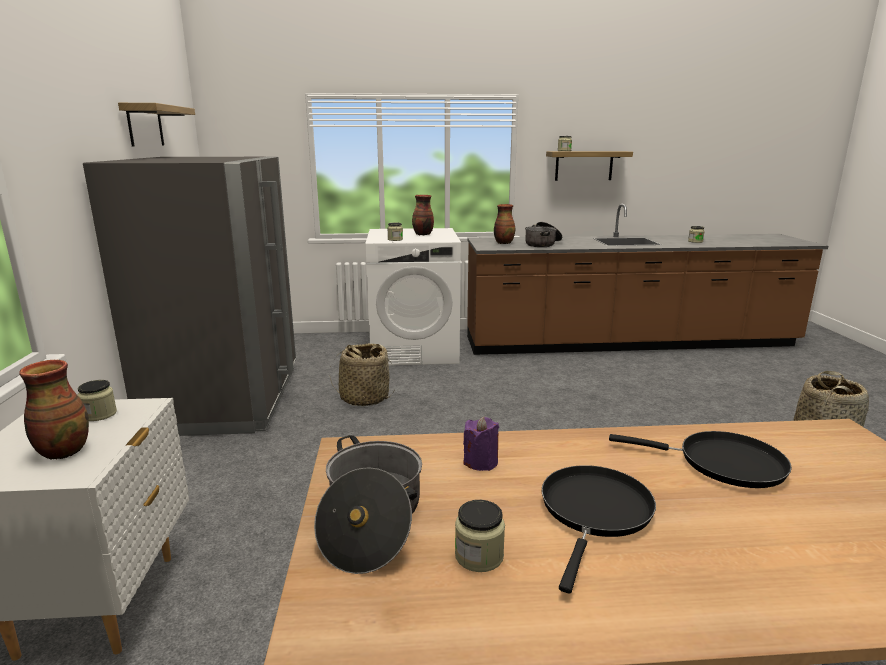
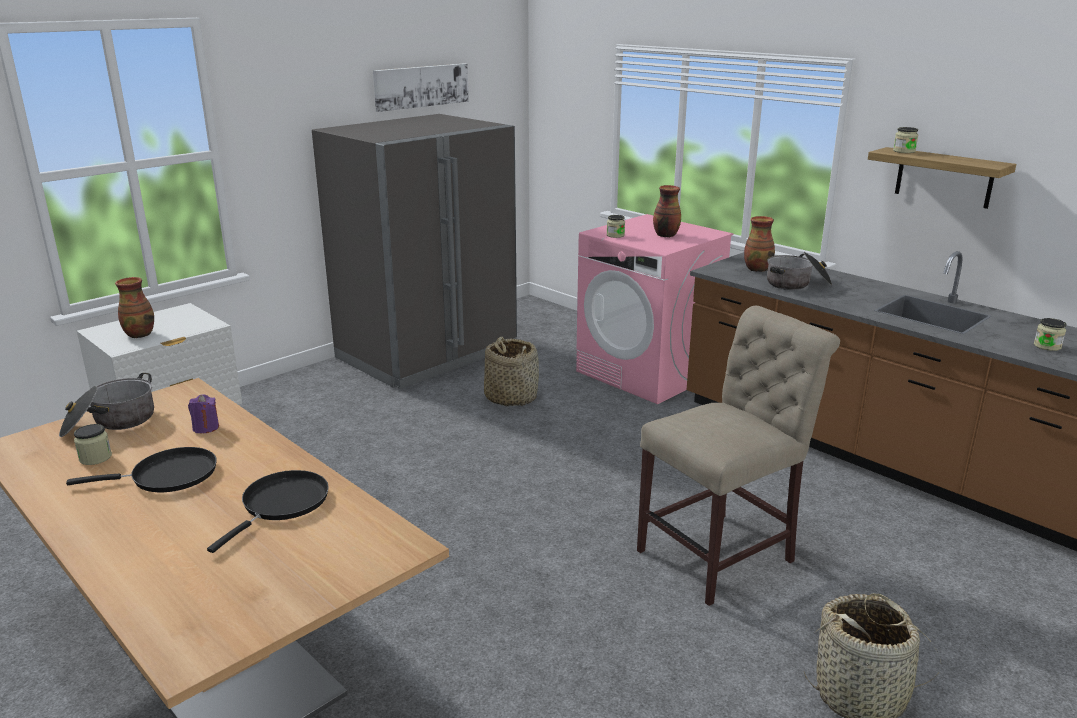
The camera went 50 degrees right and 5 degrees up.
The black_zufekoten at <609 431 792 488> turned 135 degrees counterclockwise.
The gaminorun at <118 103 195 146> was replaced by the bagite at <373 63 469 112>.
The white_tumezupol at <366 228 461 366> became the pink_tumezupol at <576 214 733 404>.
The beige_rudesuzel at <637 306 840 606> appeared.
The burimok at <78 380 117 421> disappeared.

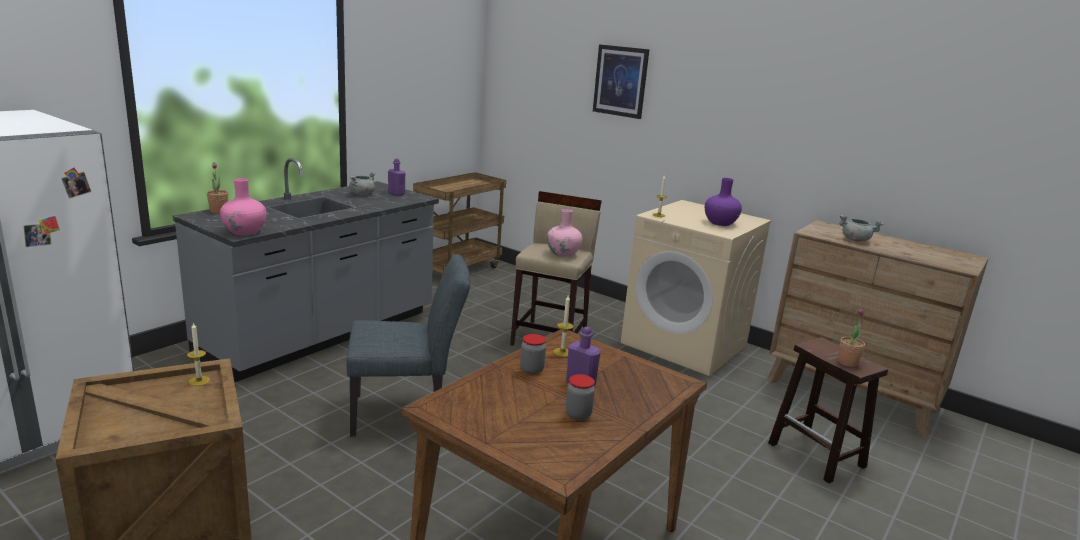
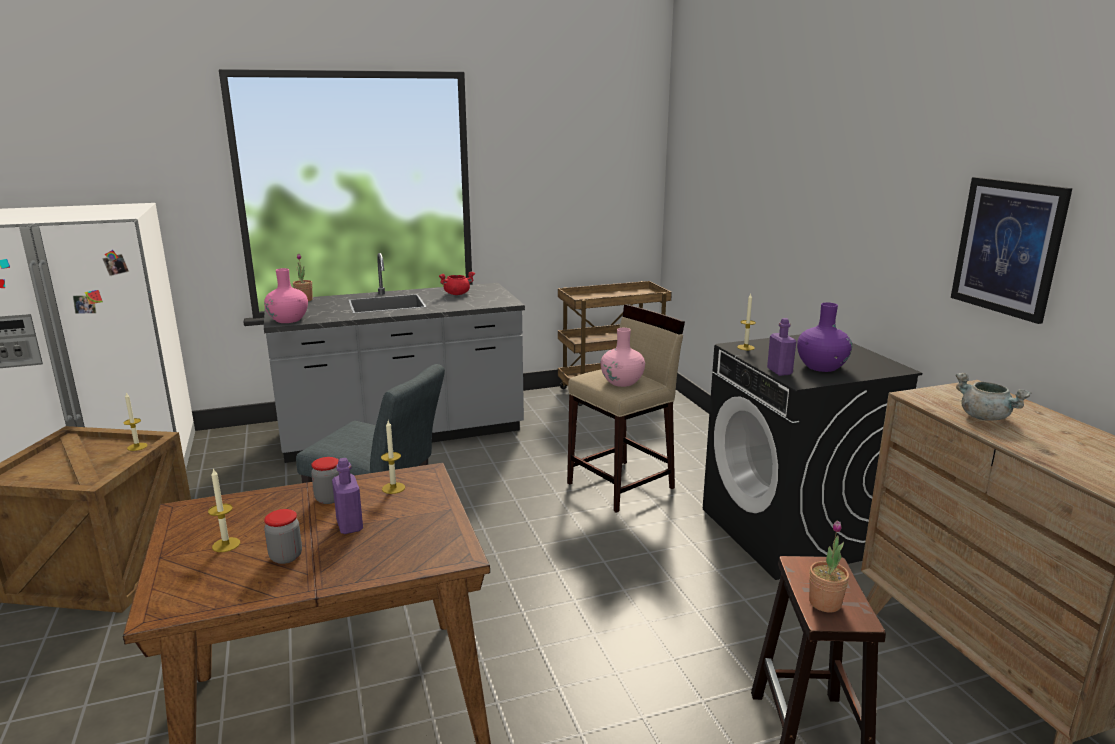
The camera went 35 degrees right and 0 degrees up.
The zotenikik at <208 468 240 552> appeared.
The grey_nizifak at <349 172 376 195> became the red_nizifak at <439 272 475 295>.
The beige_tumezupol at <621 200 772 376> became the black_tumezupol at <703 334 922 580>.
The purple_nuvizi moved from <388 158 405 196> to <767 318 796 376>.
The bagite moved from <593 44 649 119> to <951 177 1073 324>.

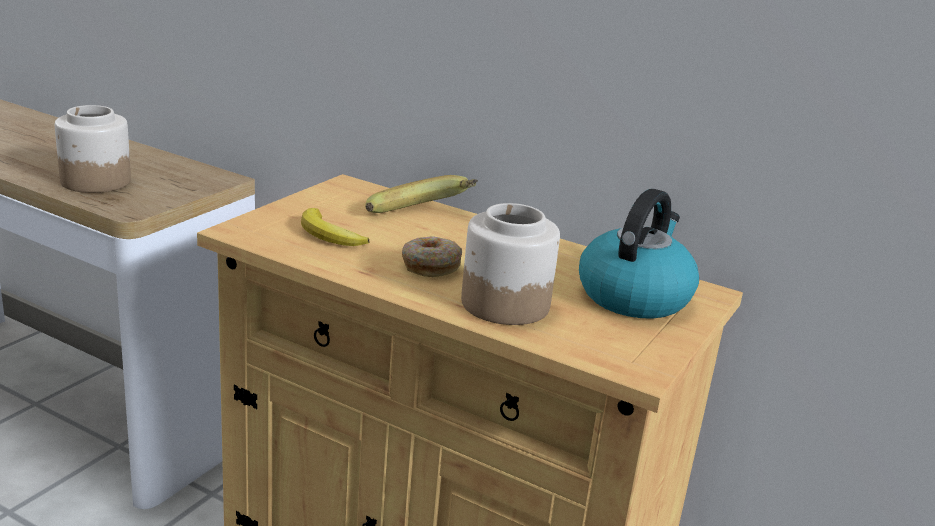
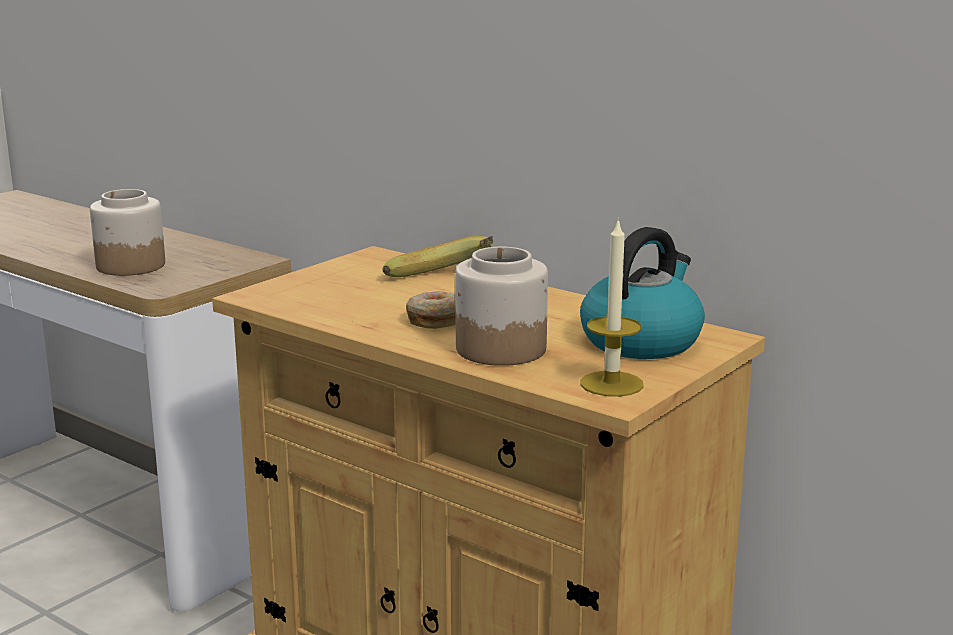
The camera went 10 degrees right and 5 degrees down.
The zotenikik at <580 218 644 397> appeared.
The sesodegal at <301 208 369 246> disappeared.

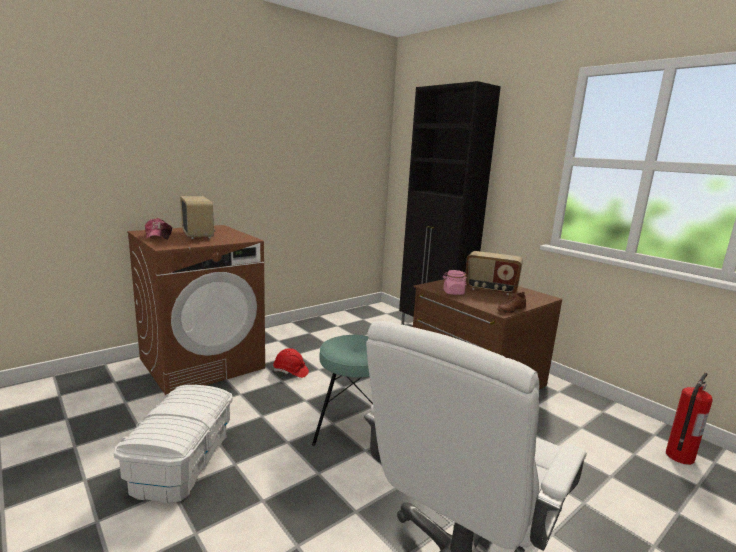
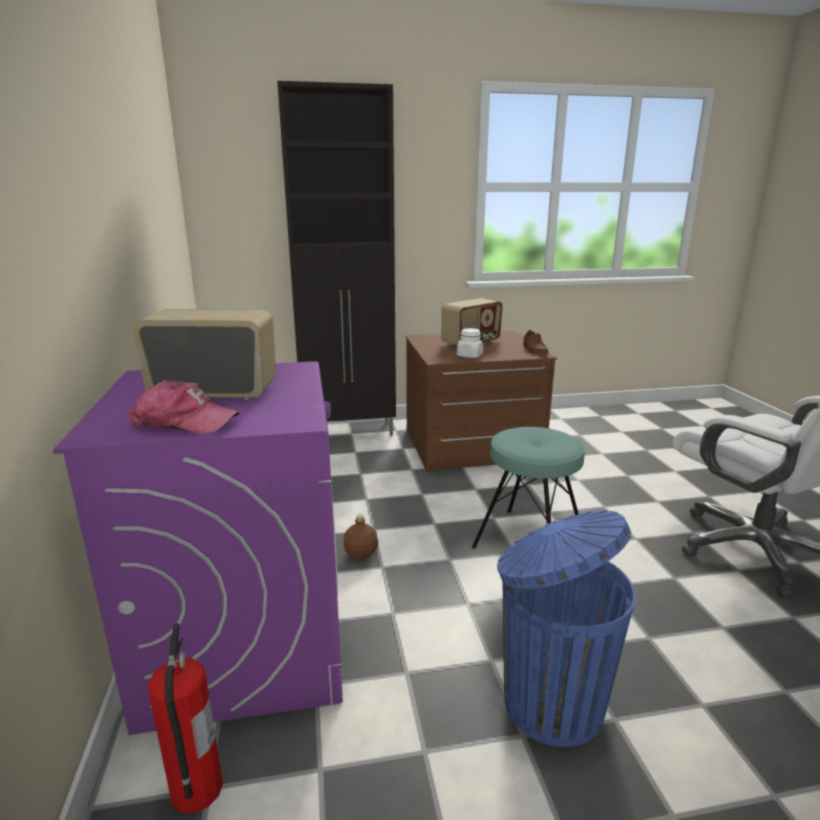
The camera went 60 degrees left and 5 degrees up.
The brown_tumezupol at <127 225 265 397> became the purple_tumezupol at <53 361 343 735>.
The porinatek moved from <666 373 713 465> to <148 623 223 813>.
The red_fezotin at <273 348 309 378> was replaced by the brown_nuvizi at <344 514 378 559>.
The pink_burimok at <443 270 467 295> became the white_burimok at <457 328 483 358>.
The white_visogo at <114 385 233 503> was replaced by the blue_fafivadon at <497 510 636 747>.

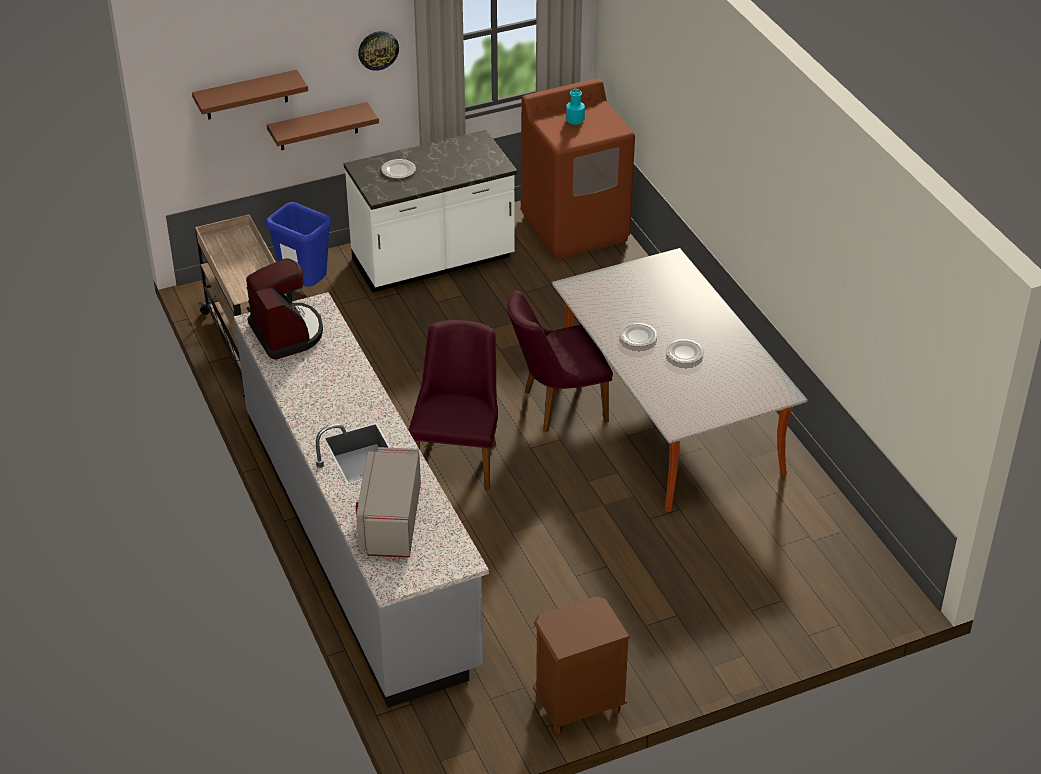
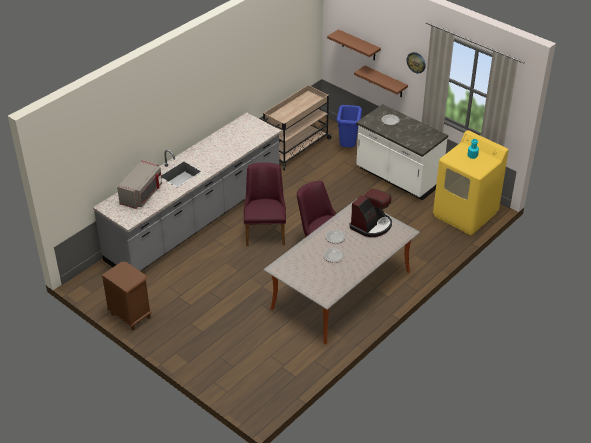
The camera went 65 degrees right and 0 degrees up.
The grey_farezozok at <356 447 421 558> turned 135 degrees clockwise.
The purple_rudesuzel at <409 320 498 490> turned 75 degrees counterclockwise.
The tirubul moved from <246 258 323 360> to <349 189 392 237>.
The brown_tumezupol at <521 78 635 259> became the yellow_tumezupol at <433 130 509 235>.

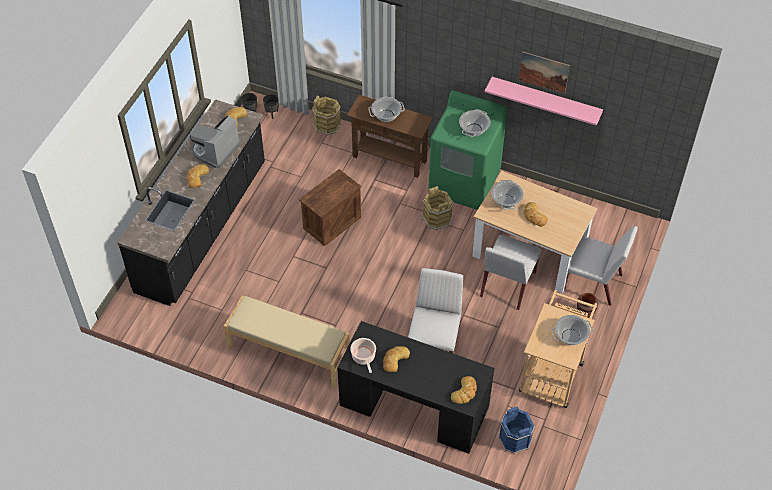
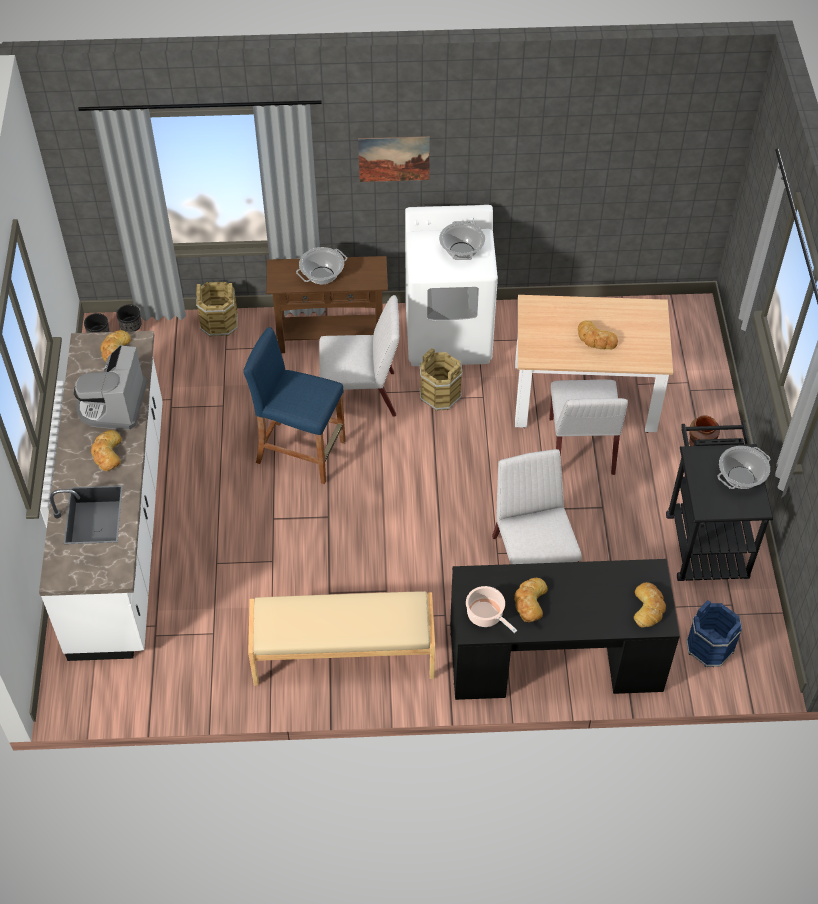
The camera went 25 degrees left and 0 degrees up.
The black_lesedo at <117 99 265 306> became the white_lesedo at <39 331 163 661>.
The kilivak at <299 169 361 246> was replaced by the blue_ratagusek at <243 327 345 484>.
The white_rudesuzel moved from <564 226 638 306> to <319 295 399 416>.
The bagite moved from <519 51 570 94> to <358 136 430 182>.
The green_tumezupol at <428 90 507 210> became the white_tumezupol at <405 205 498 366>.
The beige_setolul at <519 290 597 408> became the black_setolul at <666 422 773 581>.
The pink_gaminorun at <485 77 603 126> disappeared.
The nizifak at <491 180 524 209> disappeared.

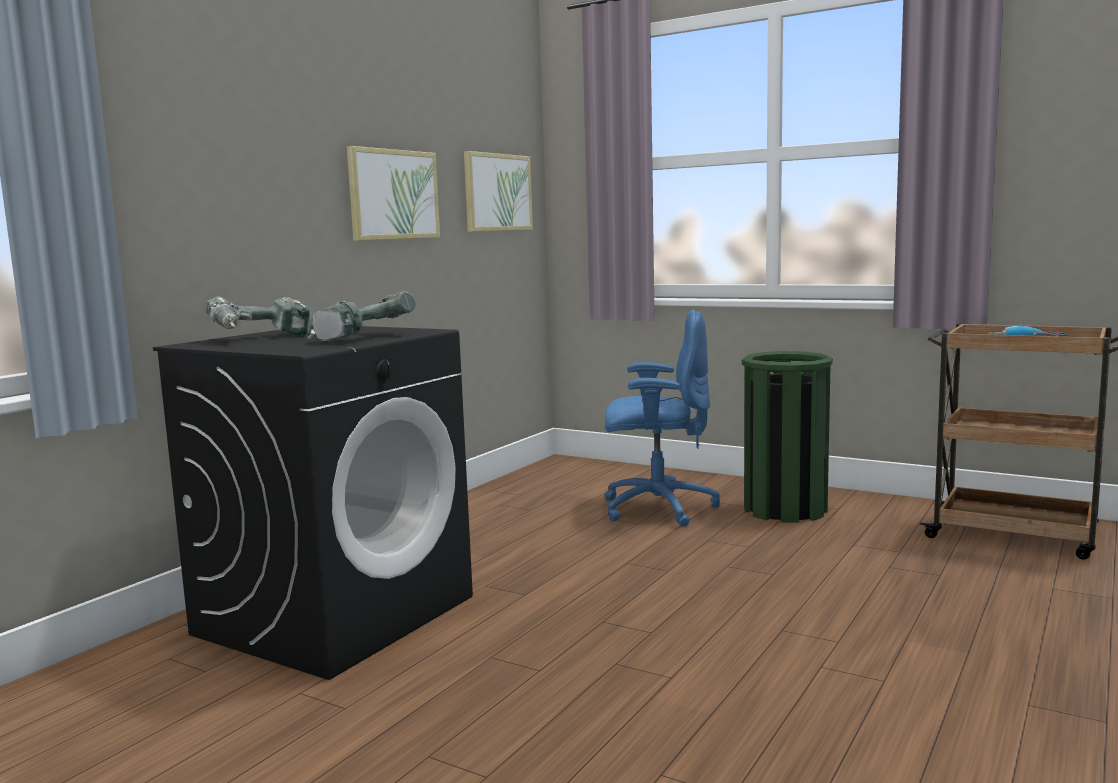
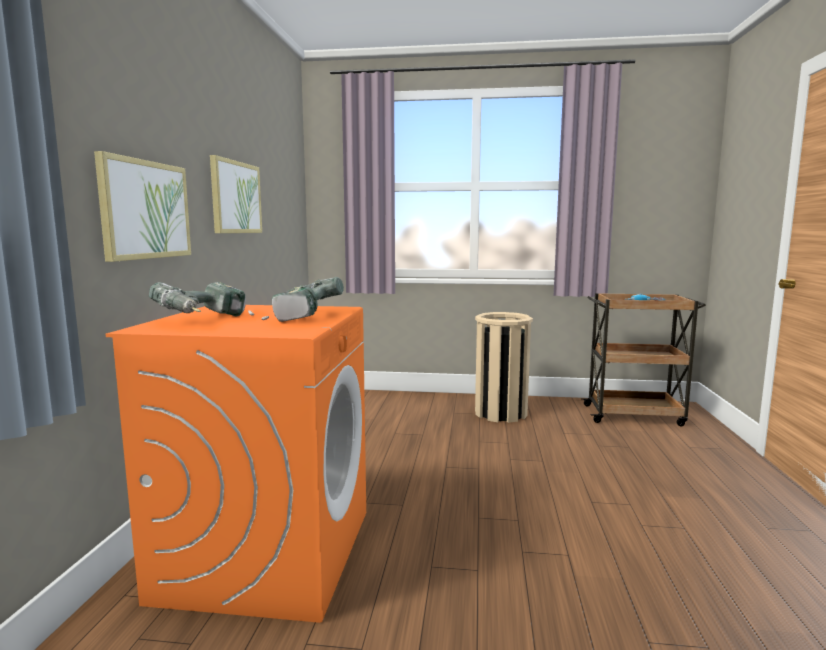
The camera went 25 degrees left and 0 degrees up.
The bagite moved from <464 151 533 232> to <94 151 191 262>.
The black_tumezupol at <153 325 473 680> became the orange_tumezupol at <106 305 366 623>.
The green_fafivadon at <742 351 833 523> became the beige_fafivadon at <475 312 533 423>.
The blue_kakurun at <605 310 720 527> disappeared.

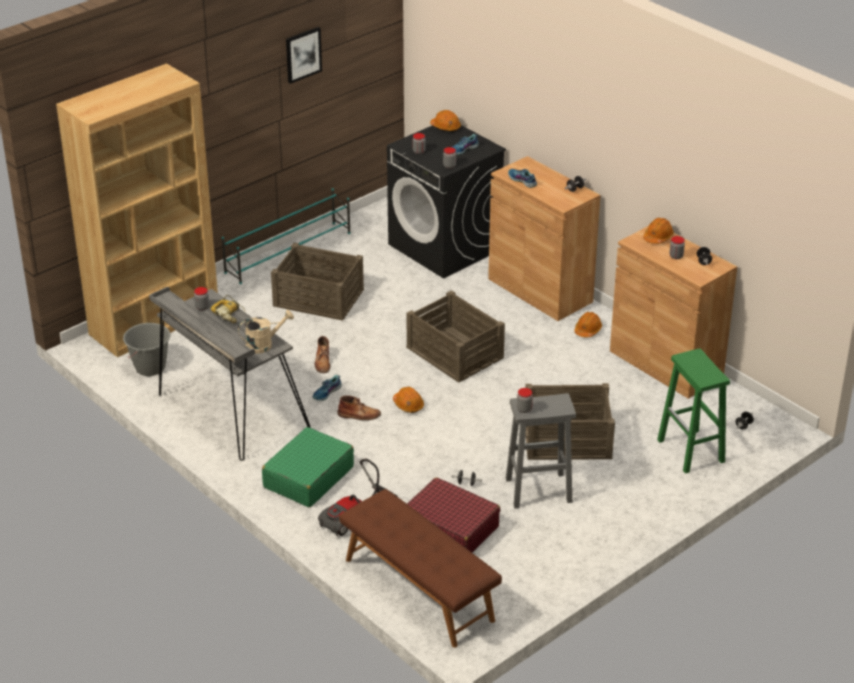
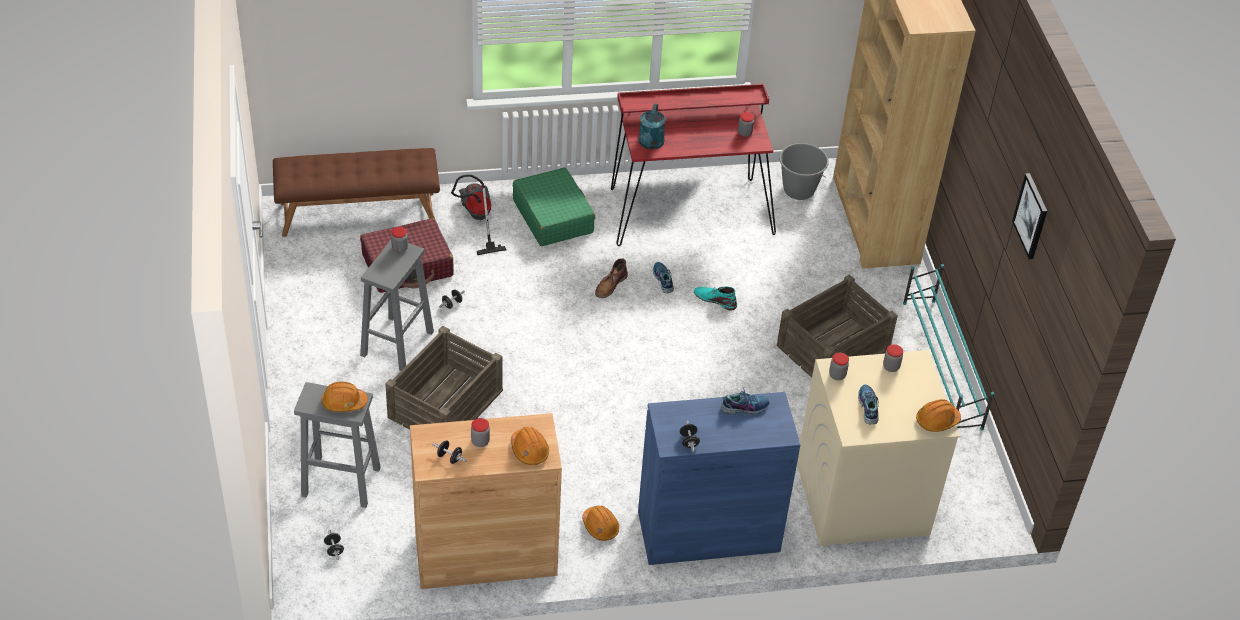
The camera went 120 degrees right and 10 degrees up.
The green_ratagusek at <657 348 730 474> became the grey_ratagusek at <294 382 381 508>.
The orange_fezotin moved from <393 387 424 413> to <321 381 368 412>.
The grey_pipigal at <149 287 311 461> became the red_pipigal at <611 84 776 246>.
The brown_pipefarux at <488 156 600 321> became the blue_pipefarux at <638 392 800 565>.
The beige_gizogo at <238 310 294 354> became the turquoise_gizogo at <639 103 666 150>.
The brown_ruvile at <315 336 330 373> became the turquoise_ruvile at <694 286 737 310>.
The black_tumezupol at <387 125 506 279> became the beige_tumezupol at <797 350 960 546>.
The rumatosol at <211 295 246 323> disappeared.
The kilivak at <406 290 505 382> disappeared.

